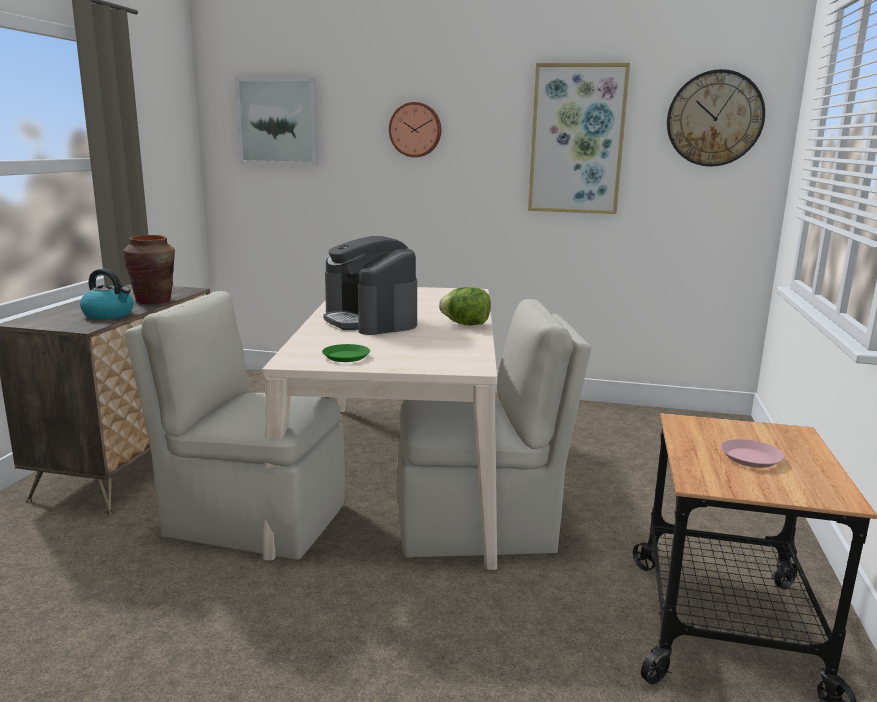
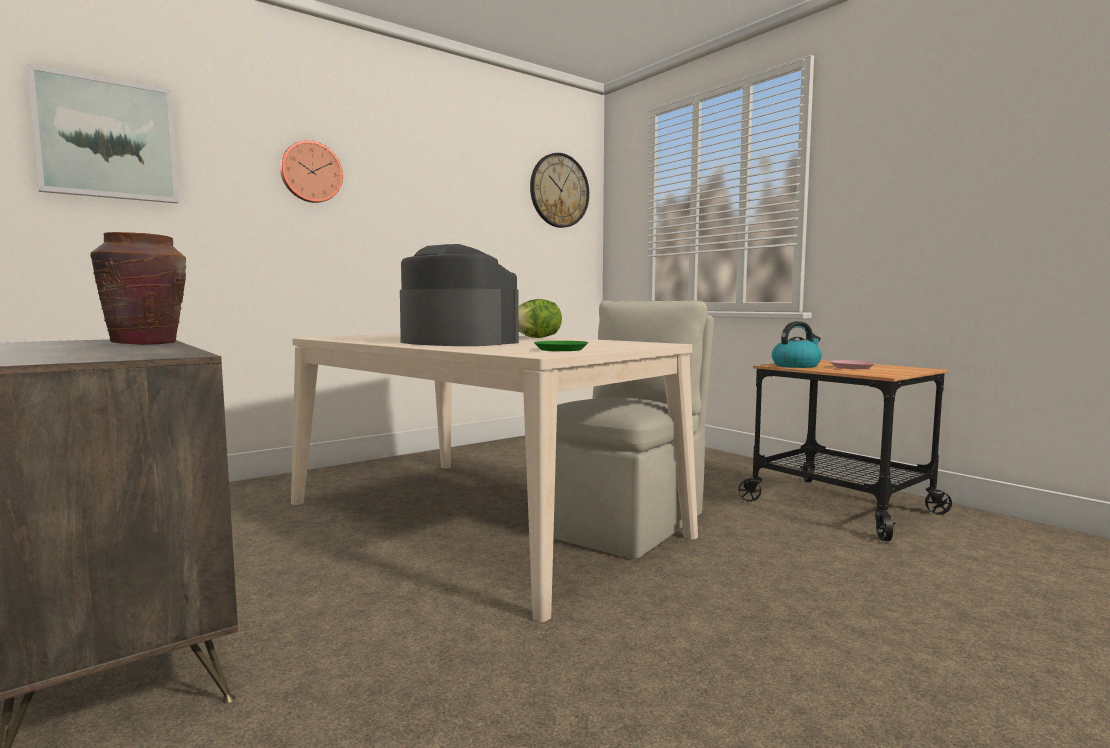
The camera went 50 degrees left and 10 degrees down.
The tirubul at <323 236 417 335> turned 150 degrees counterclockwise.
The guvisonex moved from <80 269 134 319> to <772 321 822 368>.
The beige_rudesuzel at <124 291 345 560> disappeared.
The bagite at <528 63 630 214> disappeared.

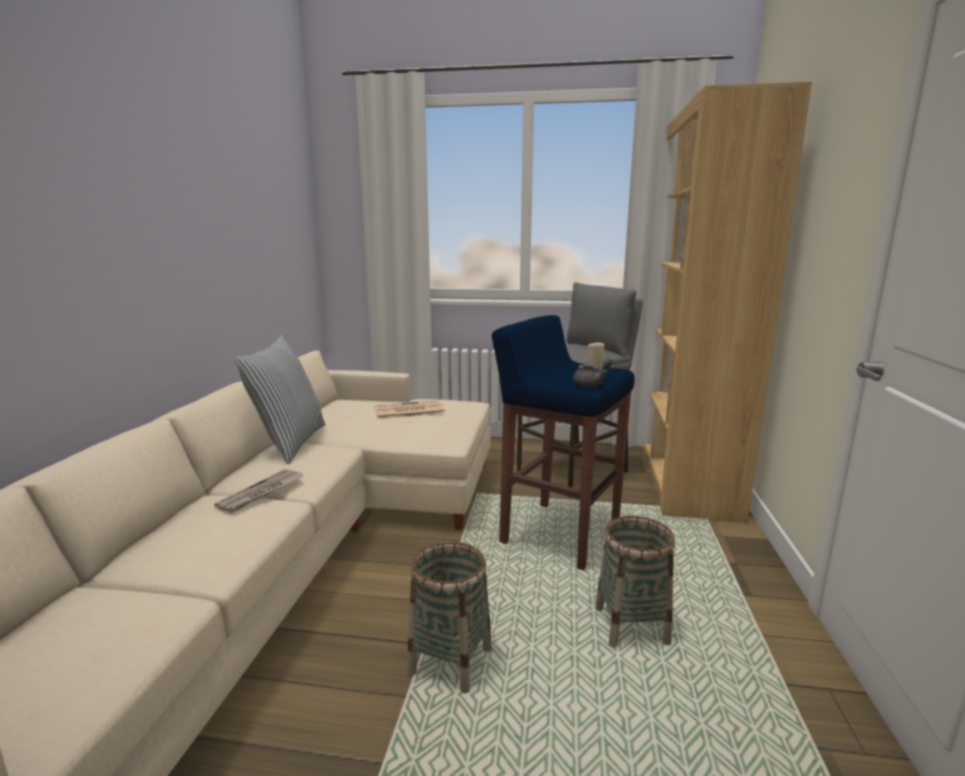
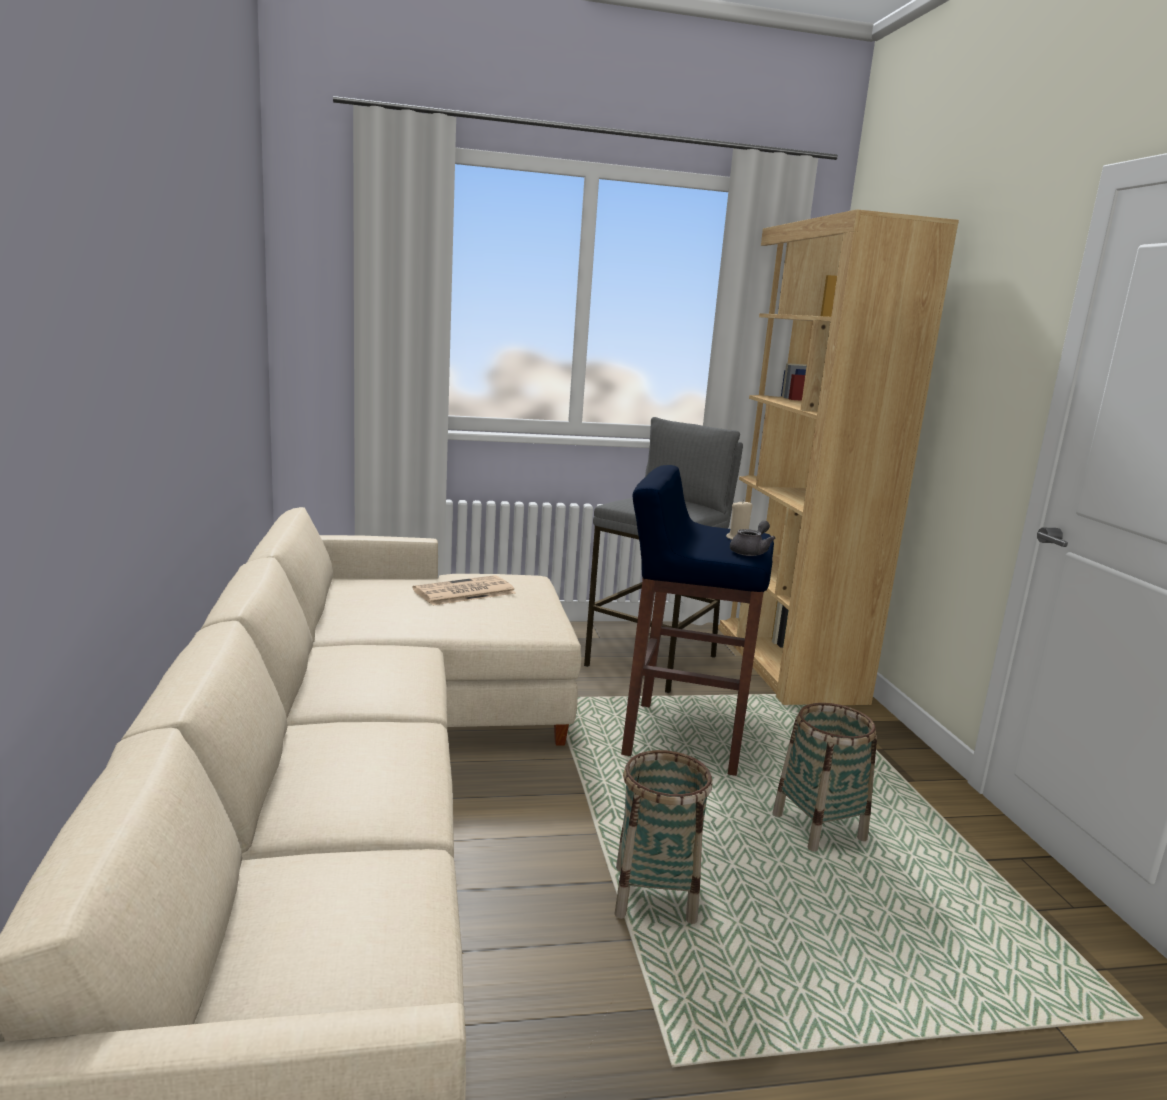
The camera went 20 degrees left and 0 degrees up.
The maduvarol at <214 469 303 513> disappeared.
The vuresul at <234 335 326 464> disappeared.

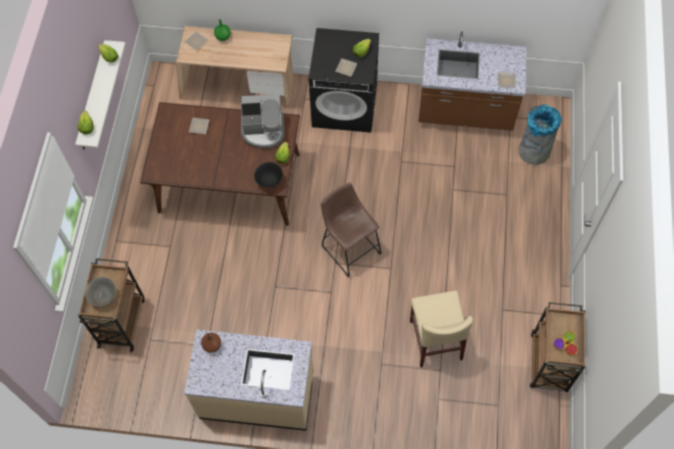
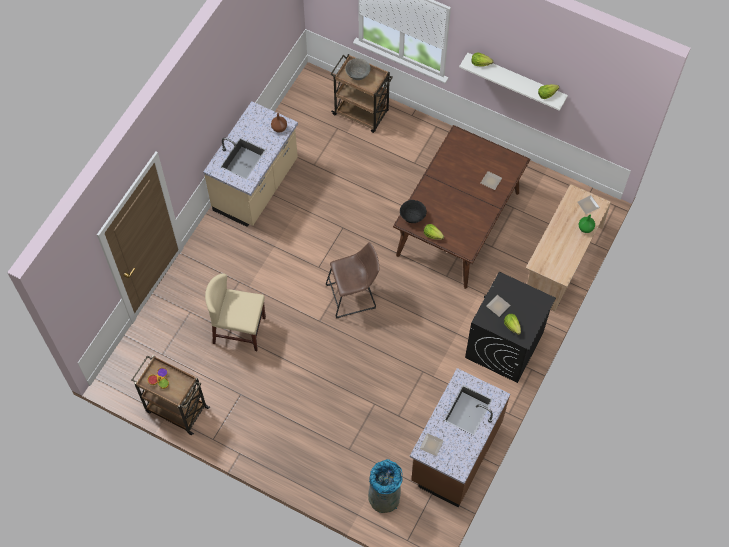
The camera went 110 degrees right and 0 degrees up.
The tirubul at <241 94 284 149> disappeared.

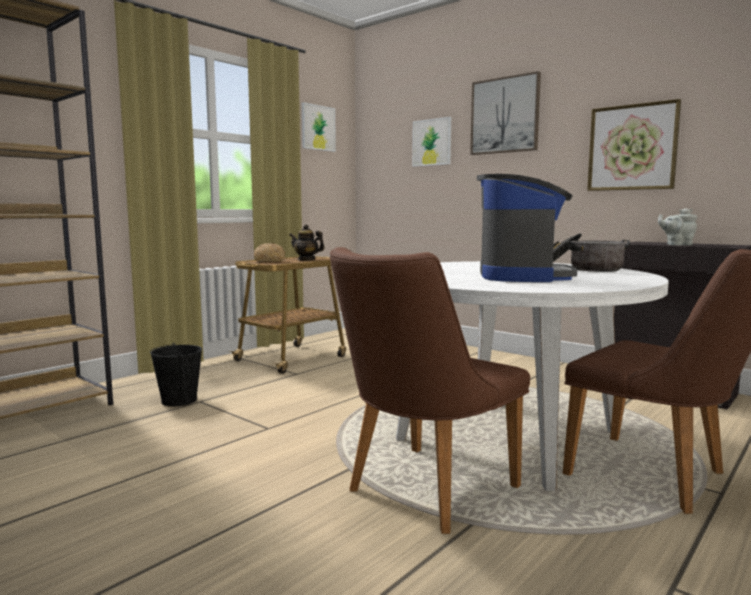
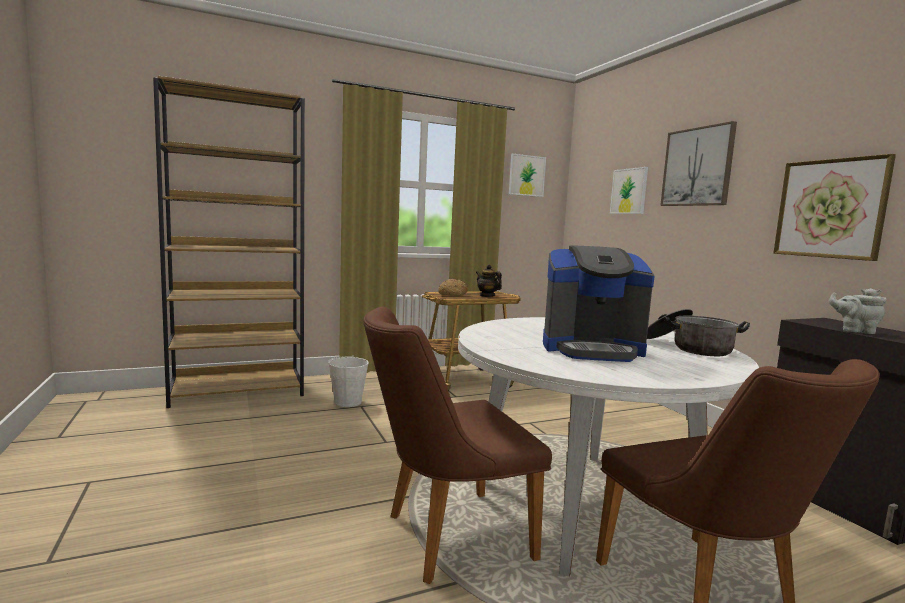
The camera went 25 degrees right and 0 degrees up.
The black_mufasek at <150 343 202 406> became the white_mufasek at <328 355 369 407>.
The tirubul at <477 174 577 282> turned 60 degrees clockwise.

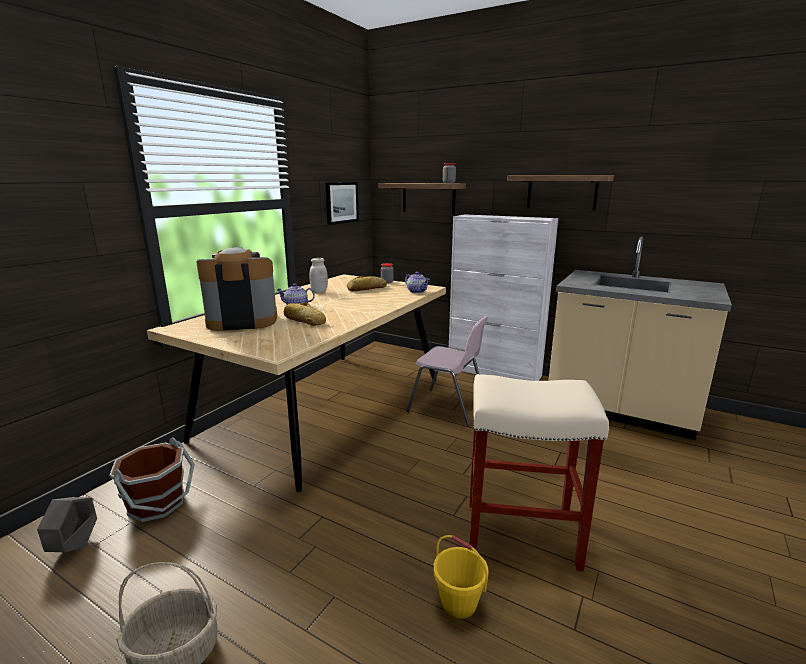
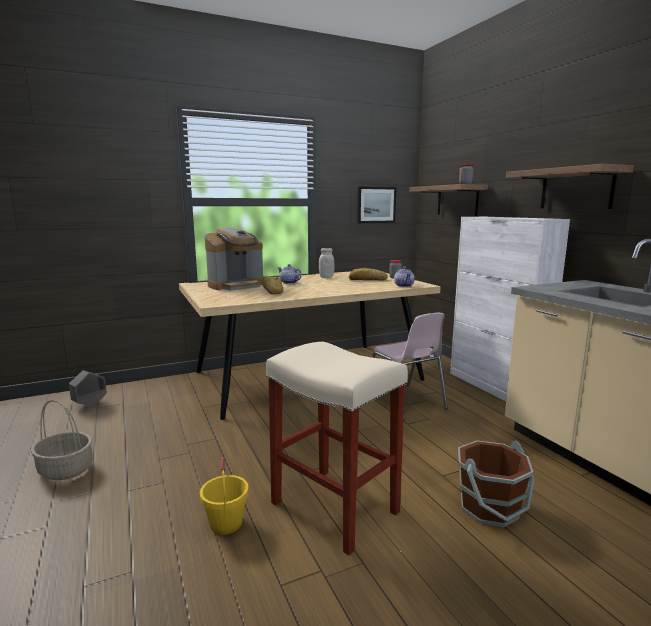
The camera went 35 degrees right and 5 degrees down.
The tirubul at <196 247 277 331> turned 120 degrees clockwise.
The brown_mufasek moved from <109 437 195 522> to <458 441 535 527>.

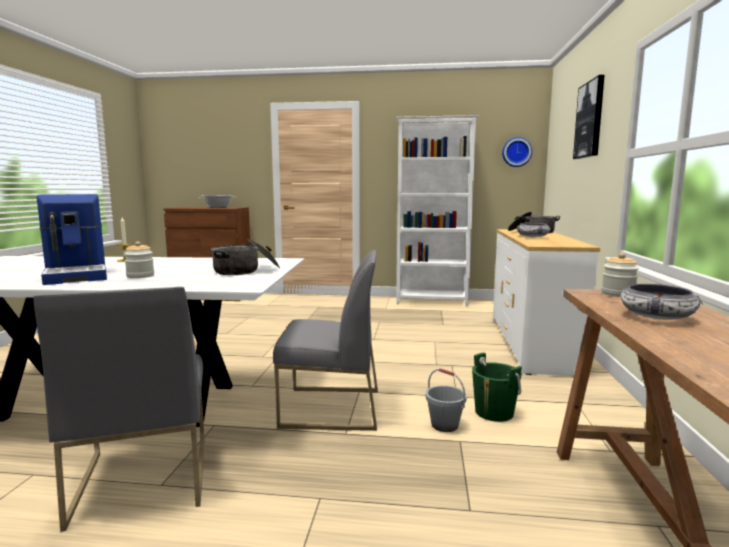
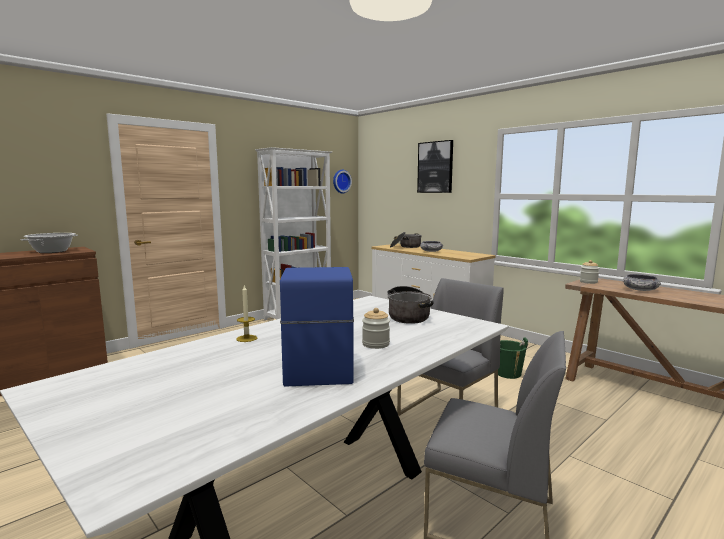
The camera went 50 degrees left and 0 degrees up.
The tirubul at <37 194 107 285> turned 105 degrees counterclockwise.
The grey_mufasek at <426 368 467 432> disappeared.

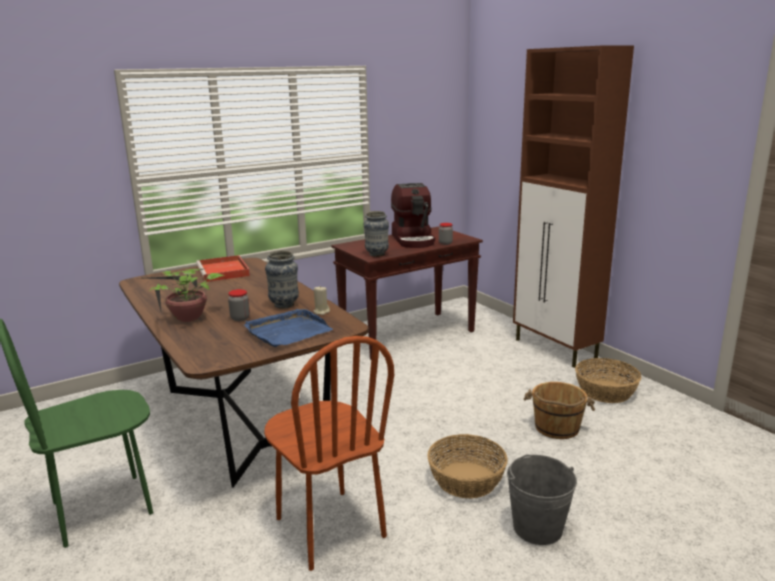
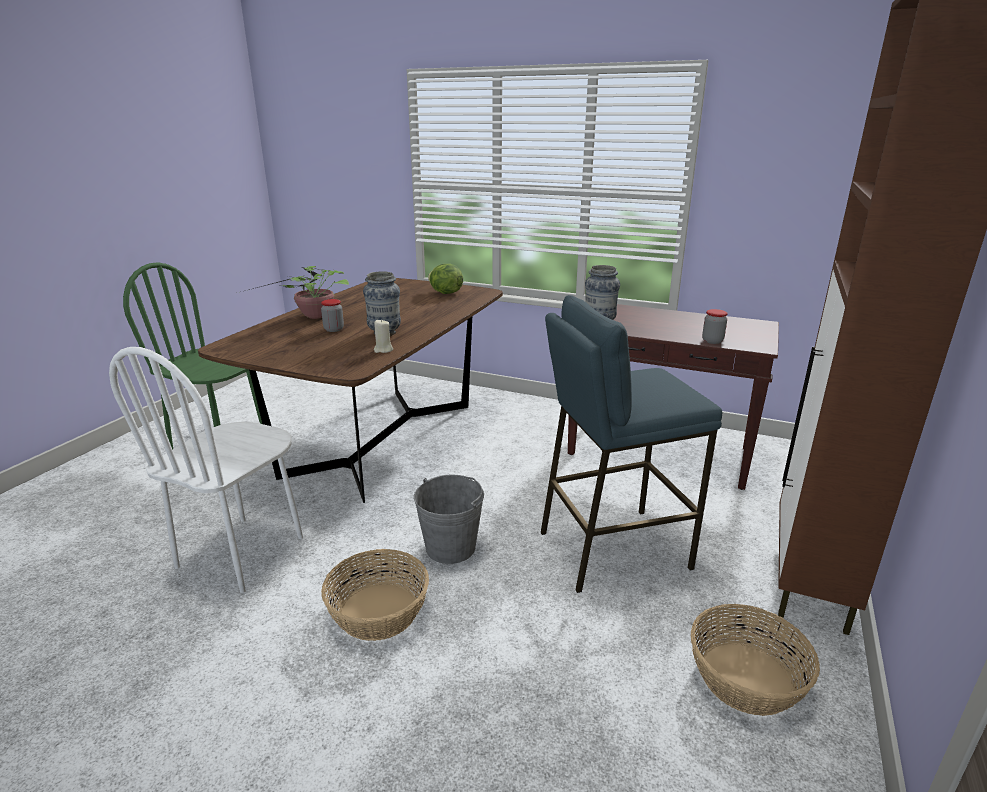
The camera went 55 degrees right and 5 degrees up.
The brown_rudesuzel at <264 336 394 571> became the white_rudesuzel at <109 347 303 593>.
The grey_mufasek moved from <507 454 577 545> to <414 474 484 564>.
The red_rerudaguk at <196 255 250 282> was replaced by the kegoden at <428 264 463 294>.
The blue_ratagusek at <541 295 722 593> appeared.
The blue_rerudaguk at <244 309 333 347> disappeared.
The tirubul at <391 183 435 248> disappeared.
The brown_mufasek at <523 382 595 439> disappeared.

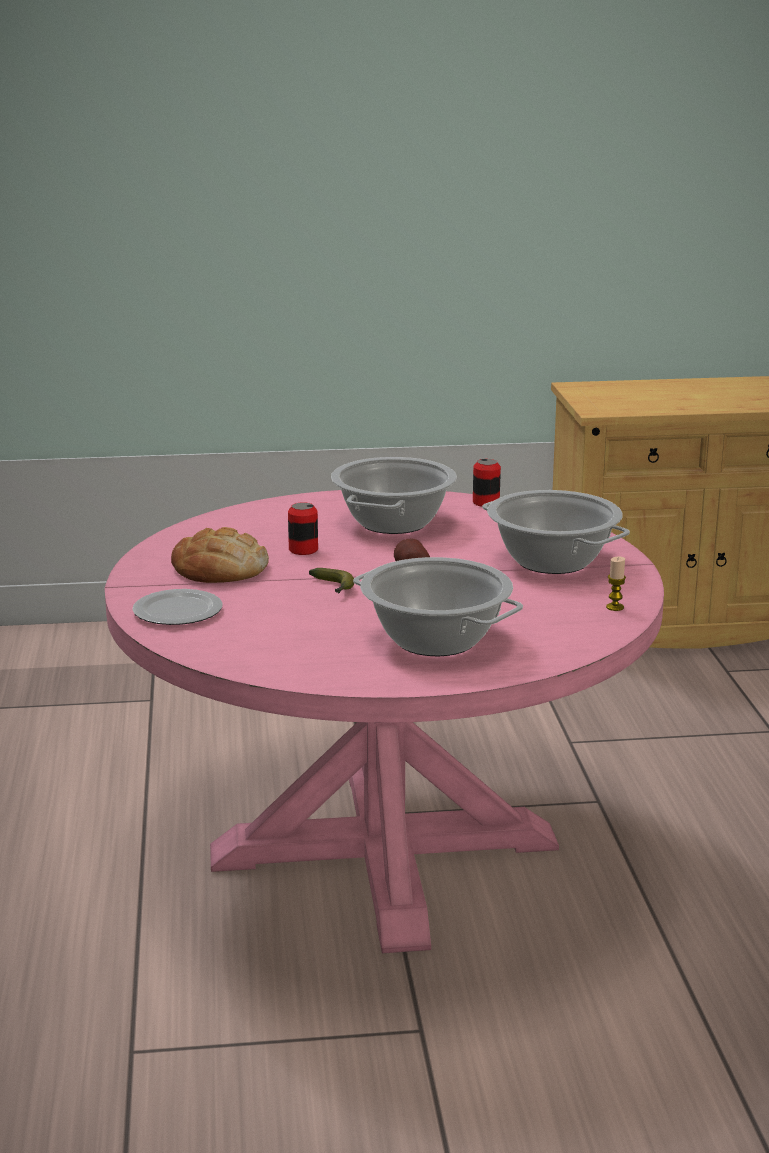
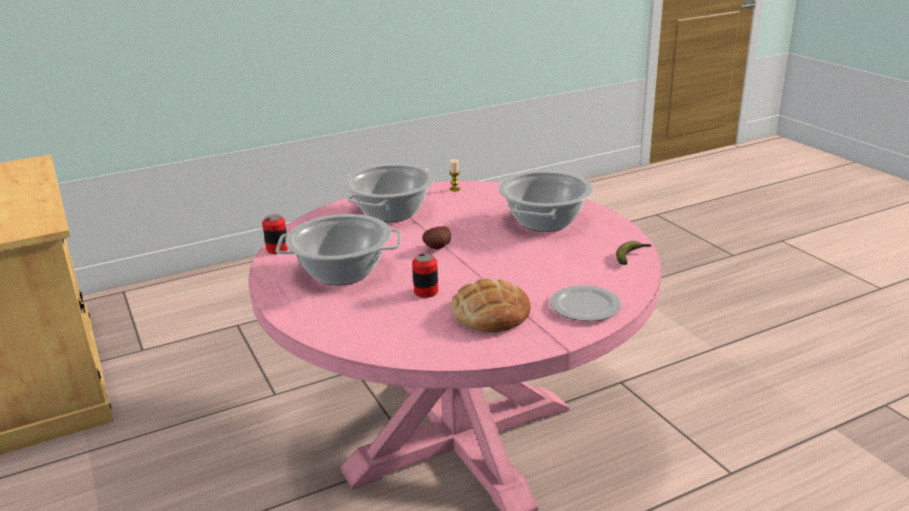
The camera went 110 degrees left and 5 degrees up.
The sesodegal moved from <309 568 354 594> to <616 241 651 265>.

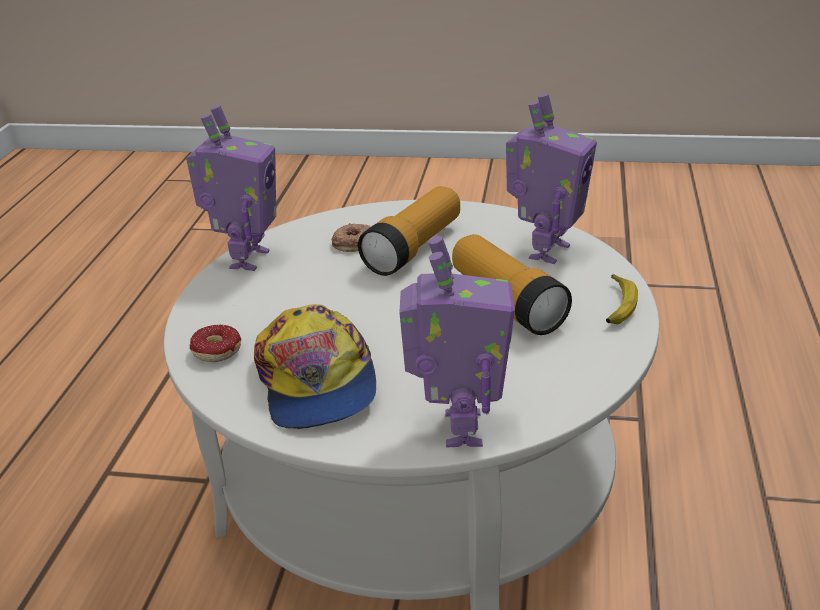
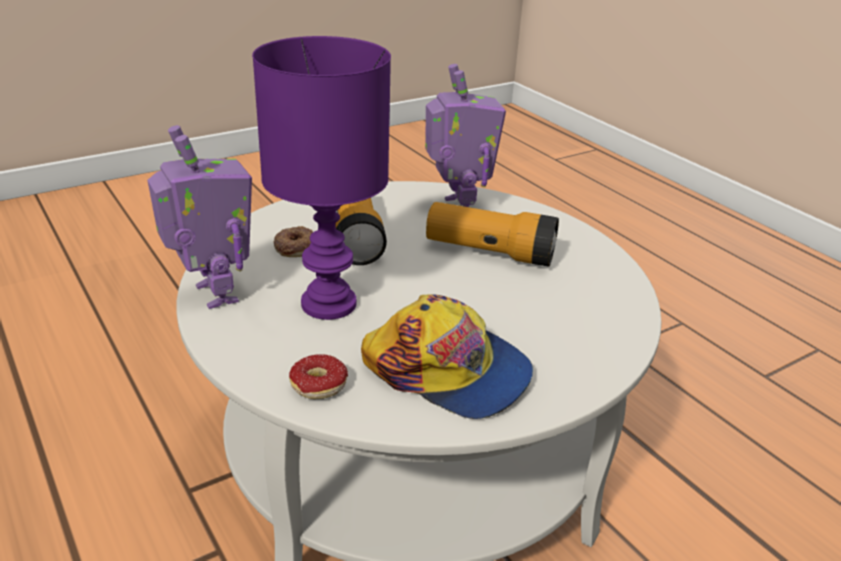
The camera went 45 degrees left and 0 degrees up.
The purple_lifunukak at <252 36 391 320> appeared.
The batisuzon at <399 236 515 448> disappeared.
The sesodegal at <606 274 638 324> disappeared.

